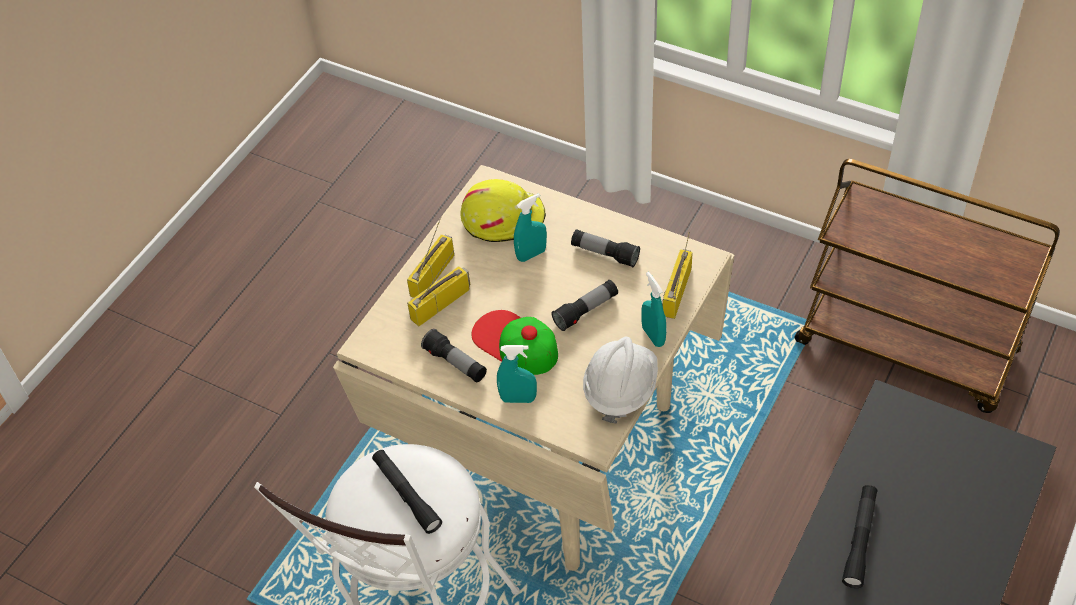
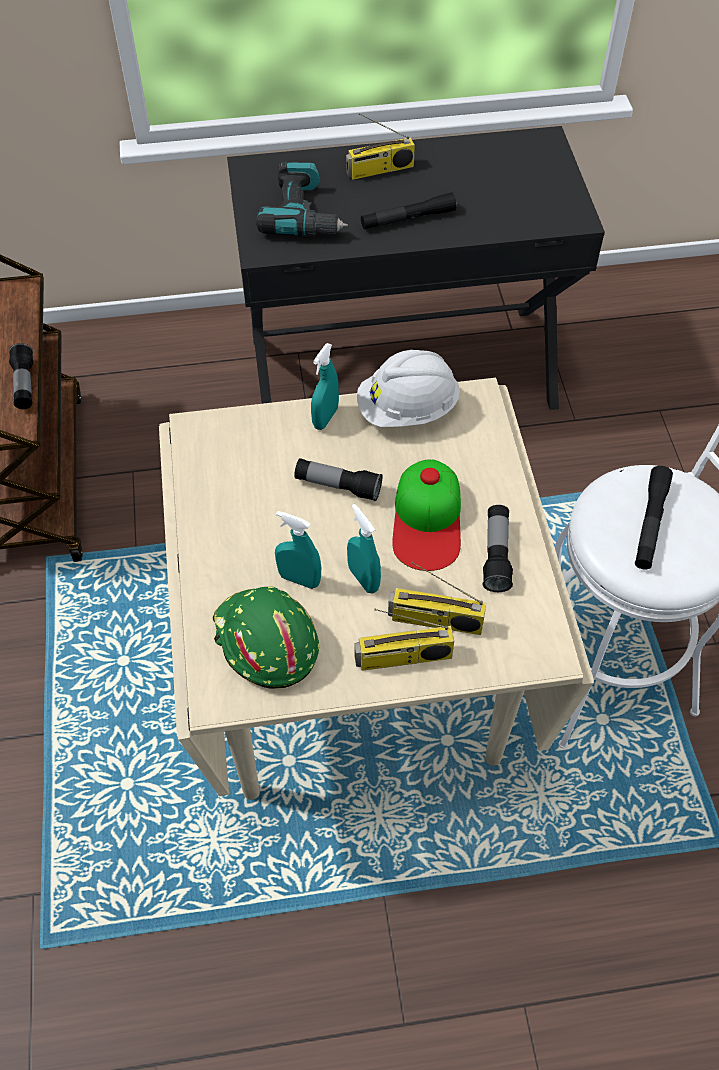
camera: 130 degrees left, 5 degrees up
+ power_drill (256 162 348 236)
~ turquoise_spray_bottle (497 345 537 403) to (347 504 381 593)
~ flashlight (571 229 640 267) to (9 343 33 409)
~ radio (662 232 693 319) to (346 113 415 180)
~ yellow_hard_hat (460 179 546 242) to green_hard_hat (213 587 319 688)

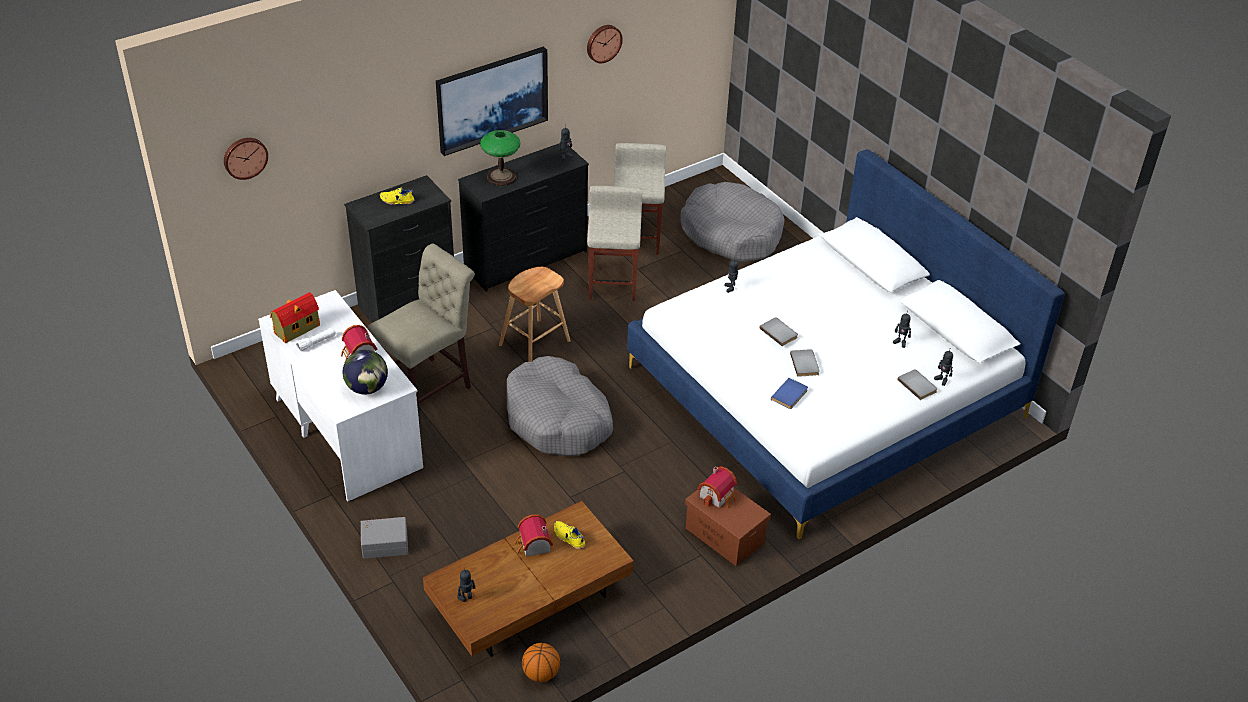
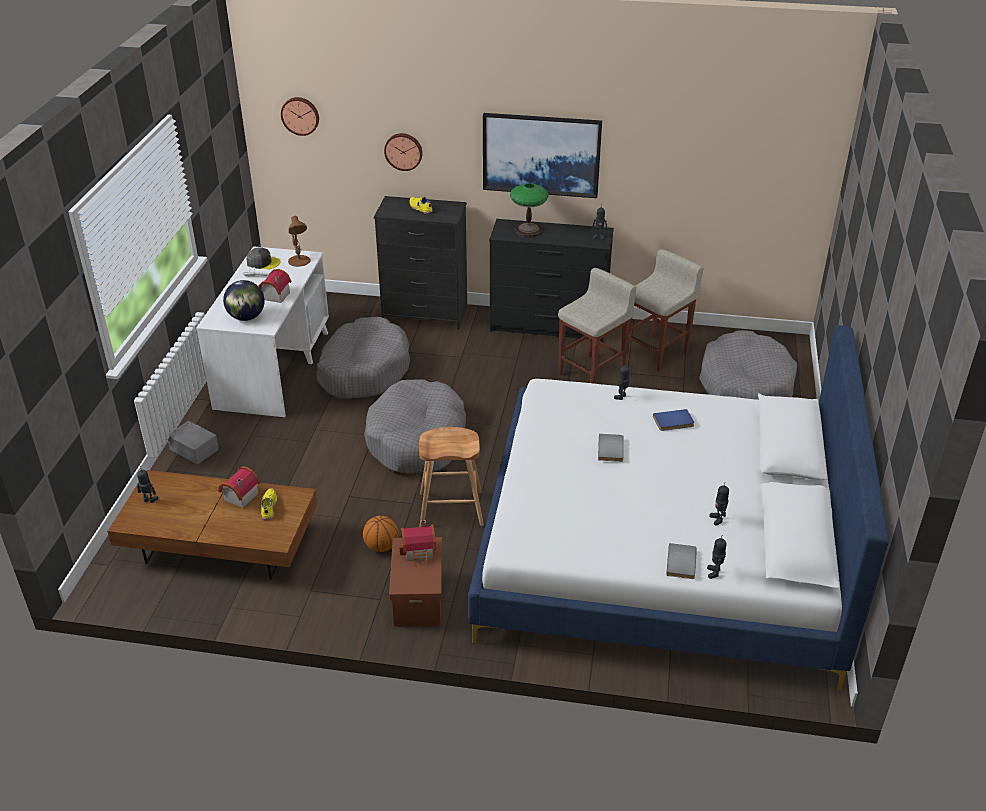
camera: 45 degrees right, 5 degrees down
- grey_book (790 349 820 377)
+ brown_table_lamp (288 216 311 267)
~ brown_stool (499 267 571 362) to (419 427 484 527)
~ basketball (522 643 560 682) to (363 516 398 552)
~ wall_clock (587 25 623 63) to (384 133 423 171)
~ blue_book (771 378 808 409) to (653 409 694 431)
~ toy_house (270 292 320 343) to grey_cap (247 247 280 269)
~ beige_chair (367 244 475 417) to grey_dog_bed (316 317 410 399)

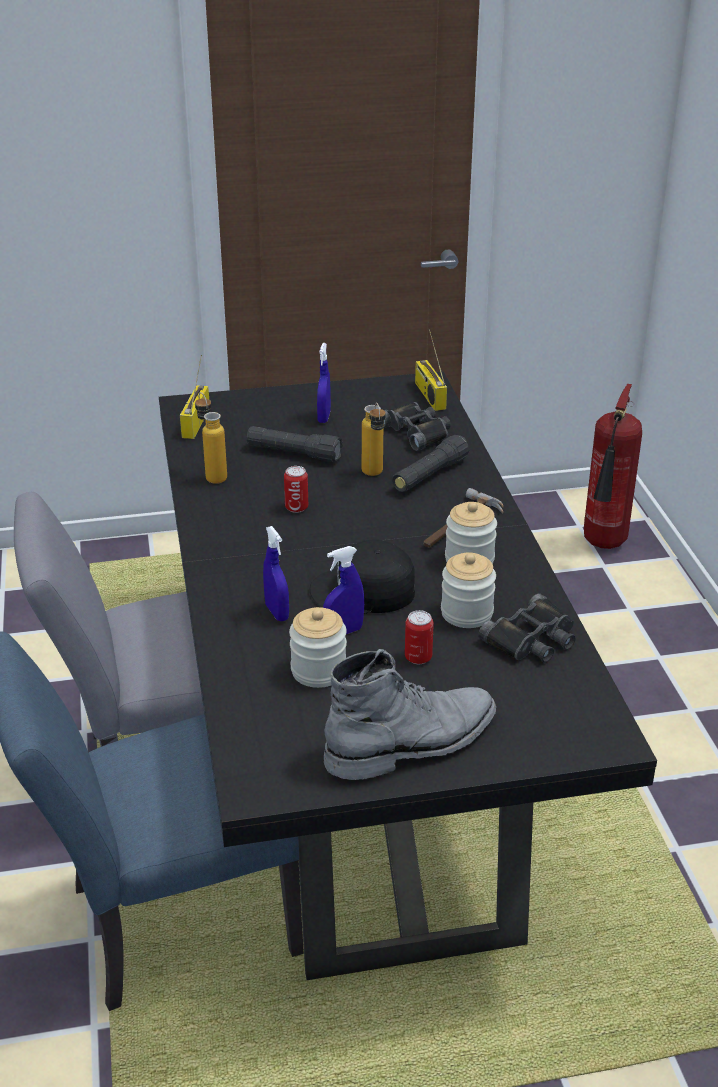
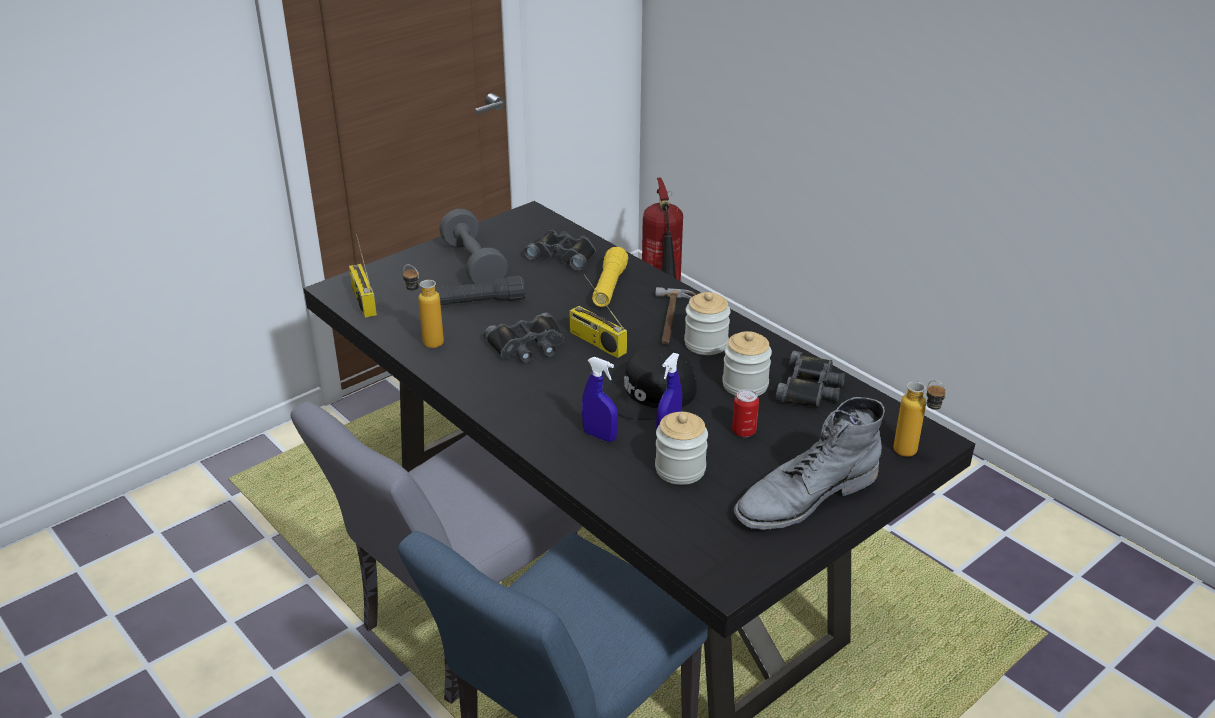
camera: 30 degrees left, 0 degrees up
~ bottle (362 402 386 476) to (893 380 946 457)
~ radio (415 329 447 411) to (569 275 627 358)
~ can (284 466 308 513) to black_binoculars (484 312 564 363)
~ blue_spray_bottle (317 343 331 423) to grey_dumbbell (439 209 508 284)
~ black_flashlight (392 435 470 492) to yellow_flashlight (592 247 629 307)
~ grey_boot (324 649 496 780) = (734 397 885 530) 150 degrees counterclockwise

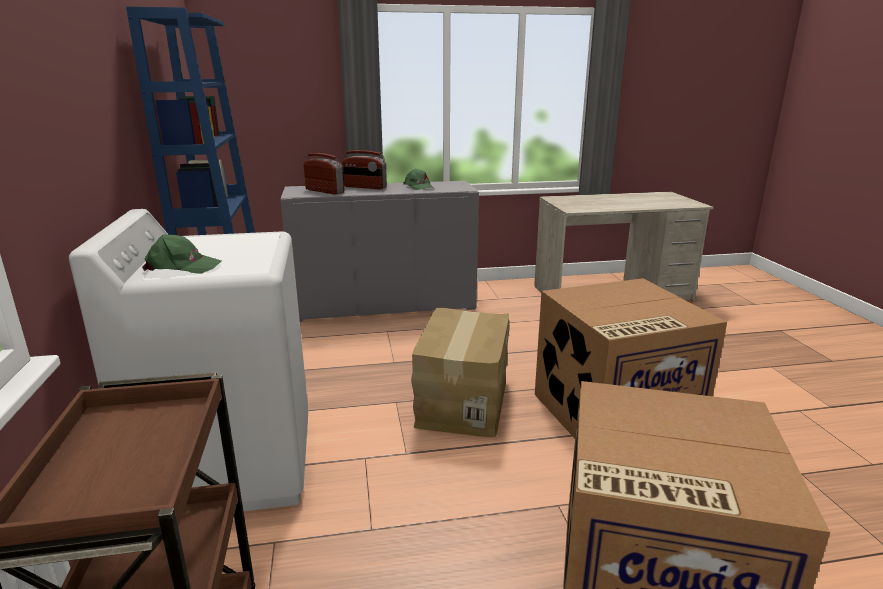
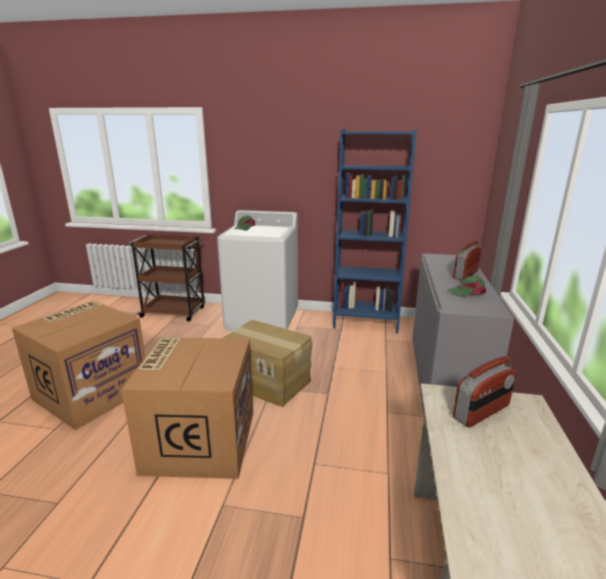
camera: 110 degrees right, 0 degrees up
~ radio (304 153 344 195) to (453 356 516 427)

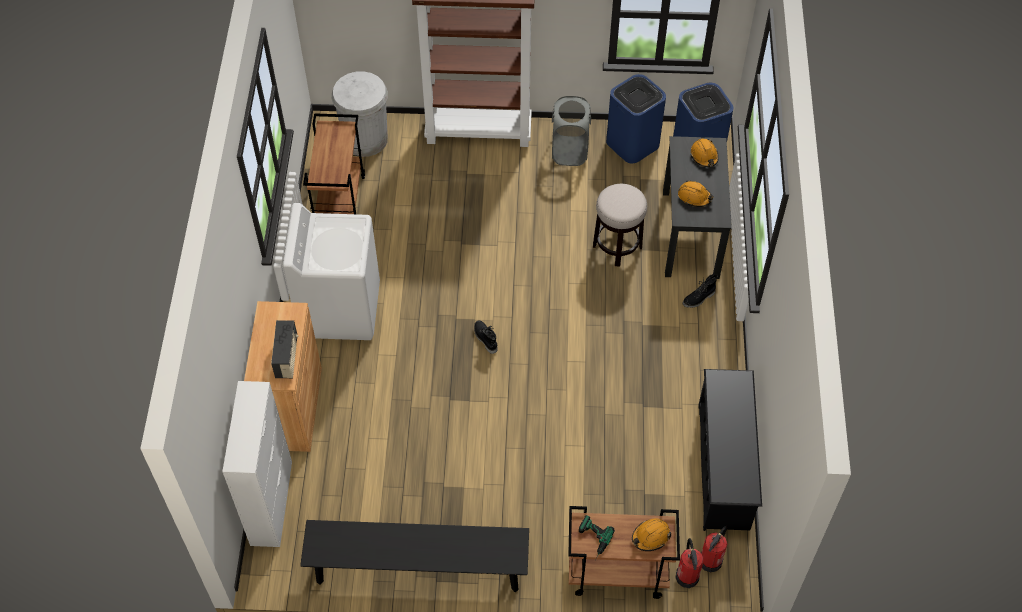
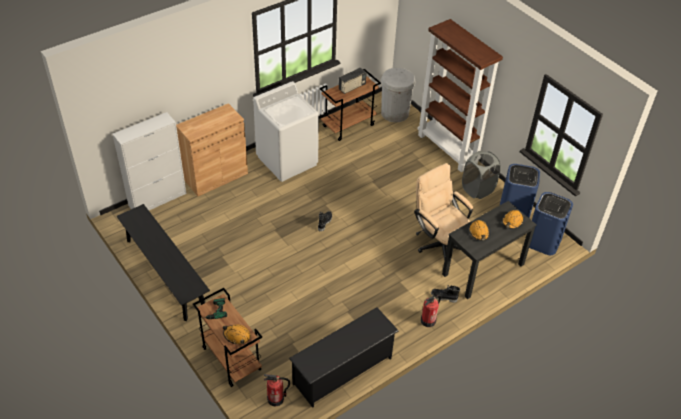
camera: 50 degrees right, 10 degrees down
~ radio (271 320 299 378) to (339 68 367 94)
~ fire_extinguisher (675 538 704 588) to (421 295 441 327)
~ stool (593 184 647 267) to beige_office_chair (414 163 473 260)

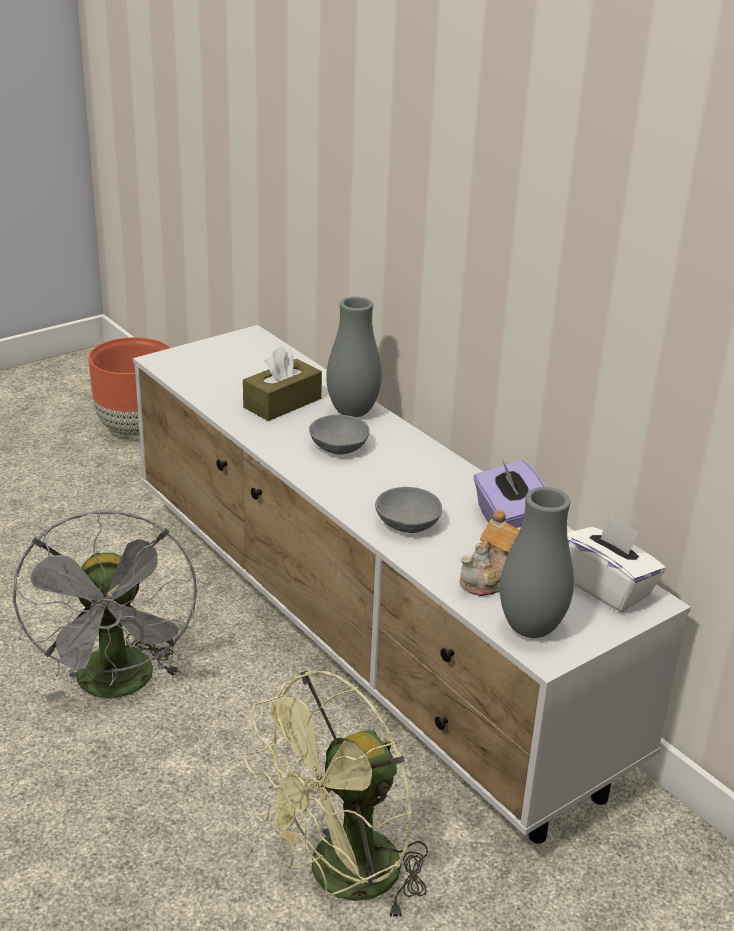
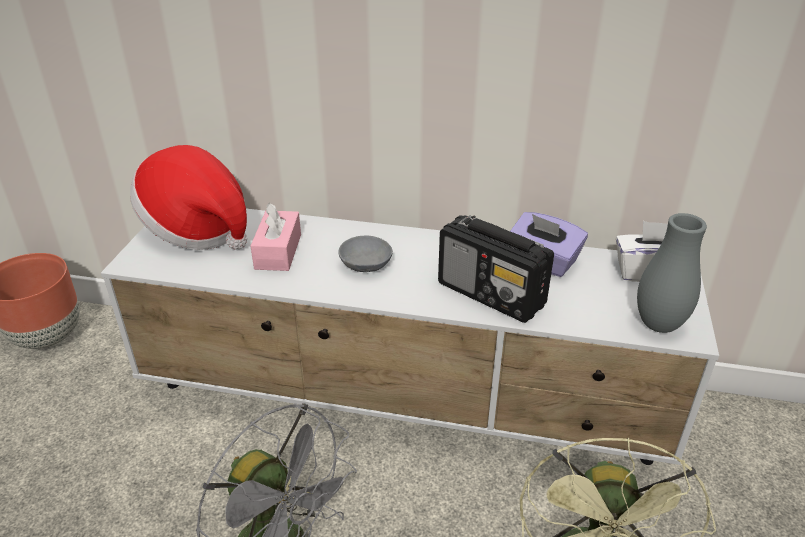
camera: 40 degrees left, 5 degrees up
- grey_vase (326 297 382 417)
- teapot (460 510 521 596)
+ hat (130 145 247 250)
~ grey_bowl (375 487 442 533) to radio (438 215 554 323)
~ brown_tissue_box (243 346 322 421) to pink_tissue_box (251 203 301 271)

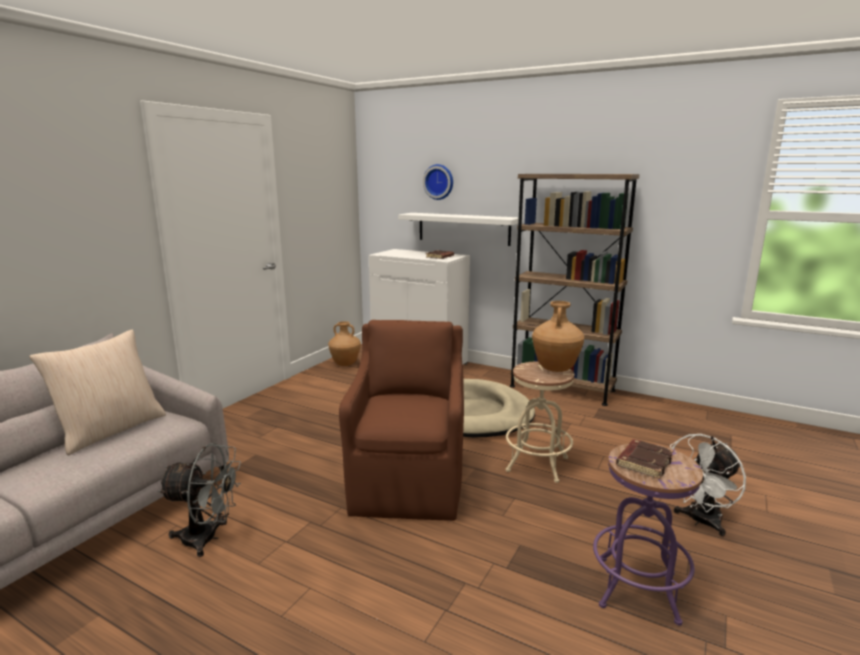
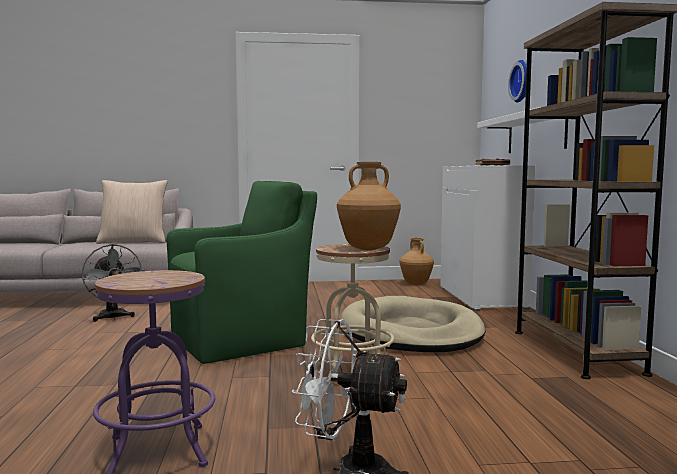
camera: 55 degrees right, 10 degrees down
- brown_book (616 439 674 479)
~ brown_armchair (339 320 464 521) to green_armchair (167 181 317 364)

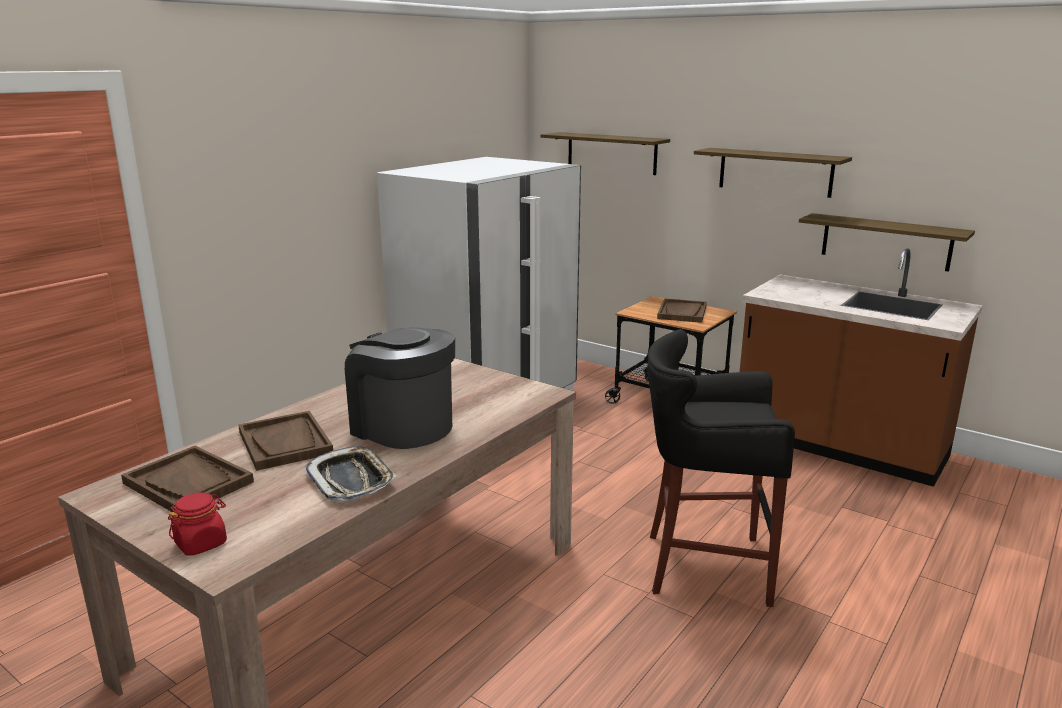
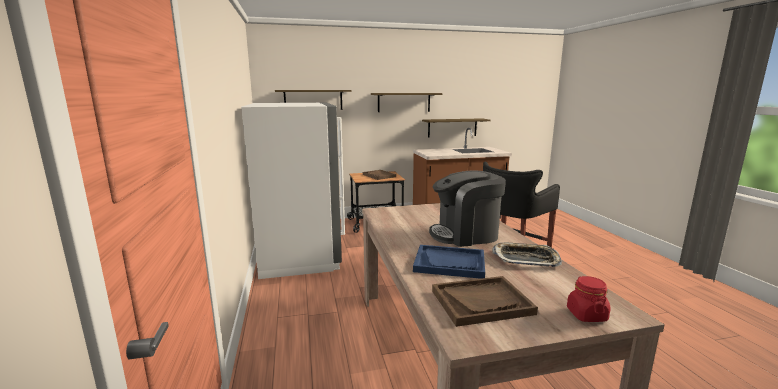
camera: 50 degrees left, 5 degrees down
~ brown_tray (238 411 333 471) to blue_tray (413 245 485 279)

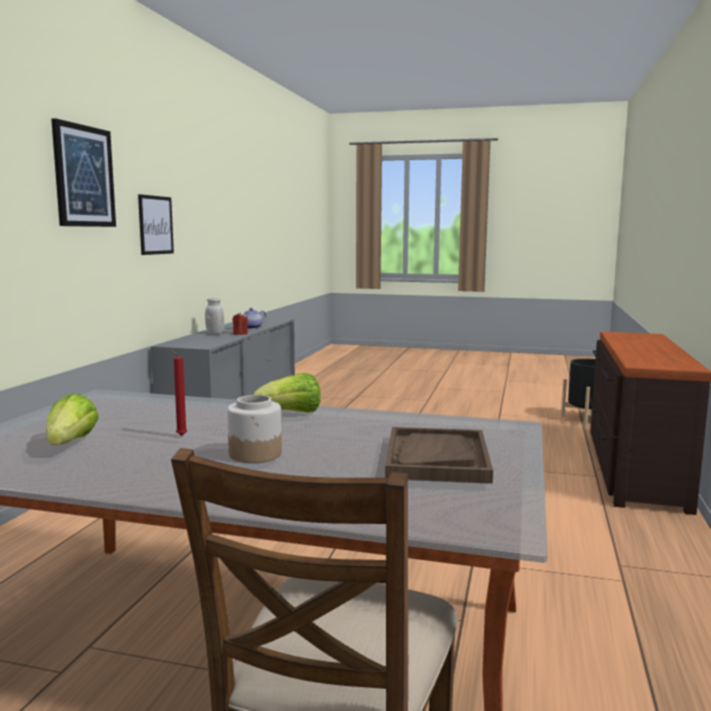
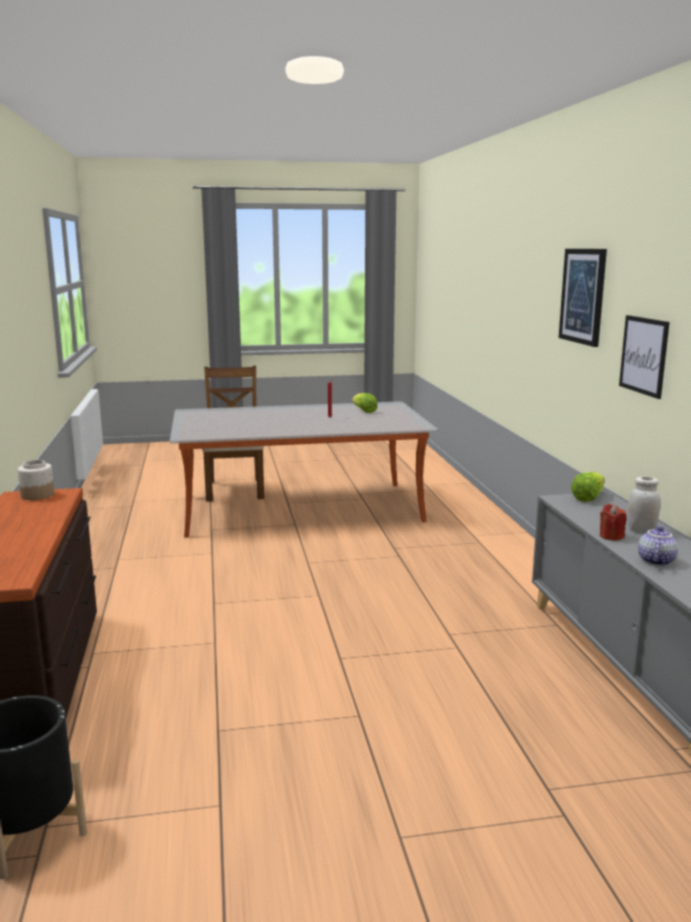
camera: 155 degrees right, 5 degrees up
- brown_tray (385 427 493 483)
~ jar (227 395 282 463) to (18 460 54 500)
~ lettuce (252 373 321 413) to (571 472 605 502)

